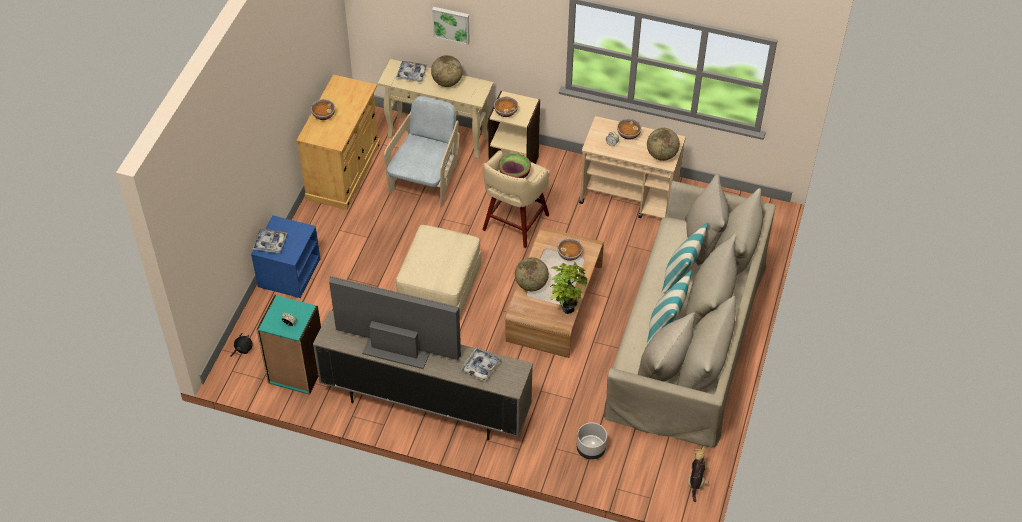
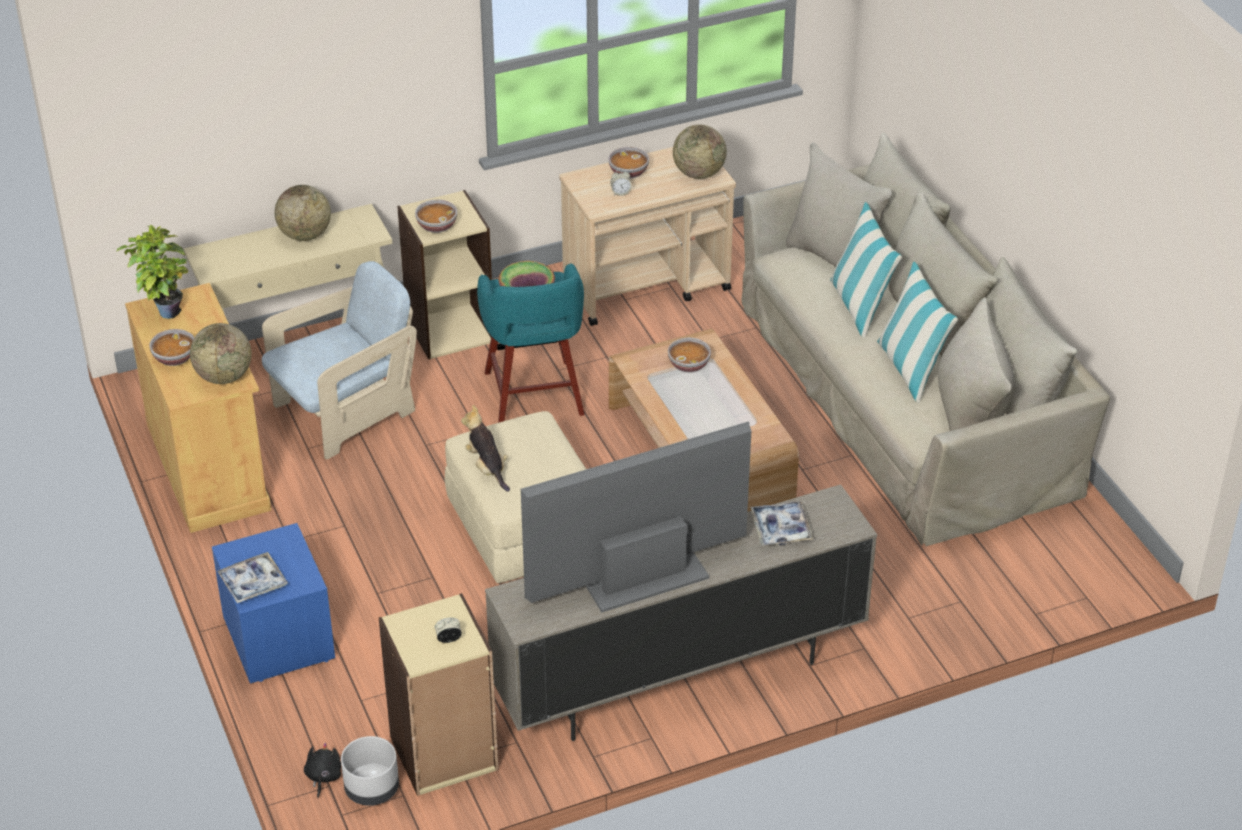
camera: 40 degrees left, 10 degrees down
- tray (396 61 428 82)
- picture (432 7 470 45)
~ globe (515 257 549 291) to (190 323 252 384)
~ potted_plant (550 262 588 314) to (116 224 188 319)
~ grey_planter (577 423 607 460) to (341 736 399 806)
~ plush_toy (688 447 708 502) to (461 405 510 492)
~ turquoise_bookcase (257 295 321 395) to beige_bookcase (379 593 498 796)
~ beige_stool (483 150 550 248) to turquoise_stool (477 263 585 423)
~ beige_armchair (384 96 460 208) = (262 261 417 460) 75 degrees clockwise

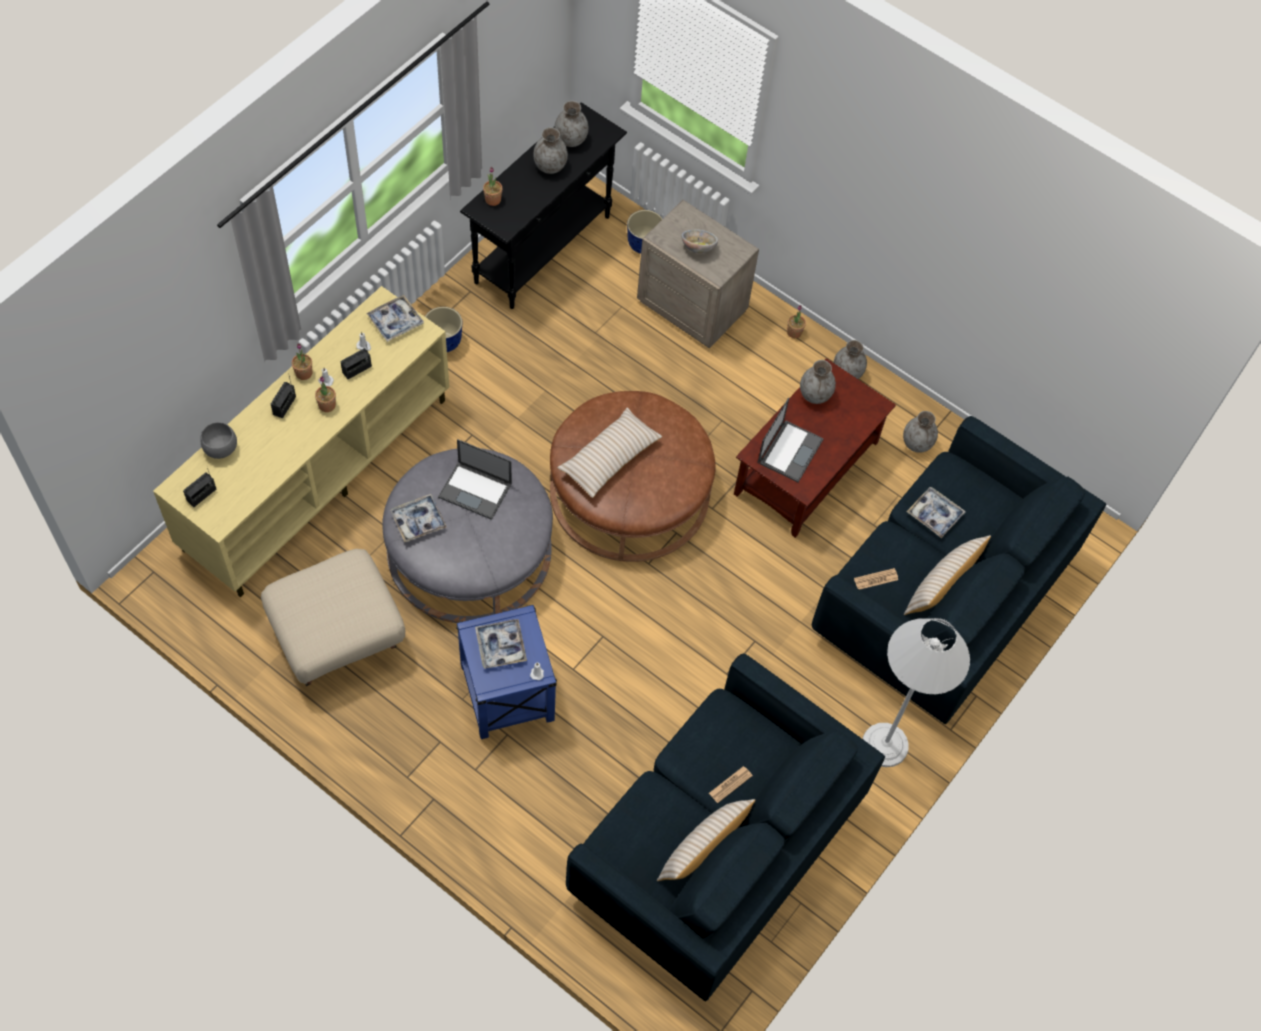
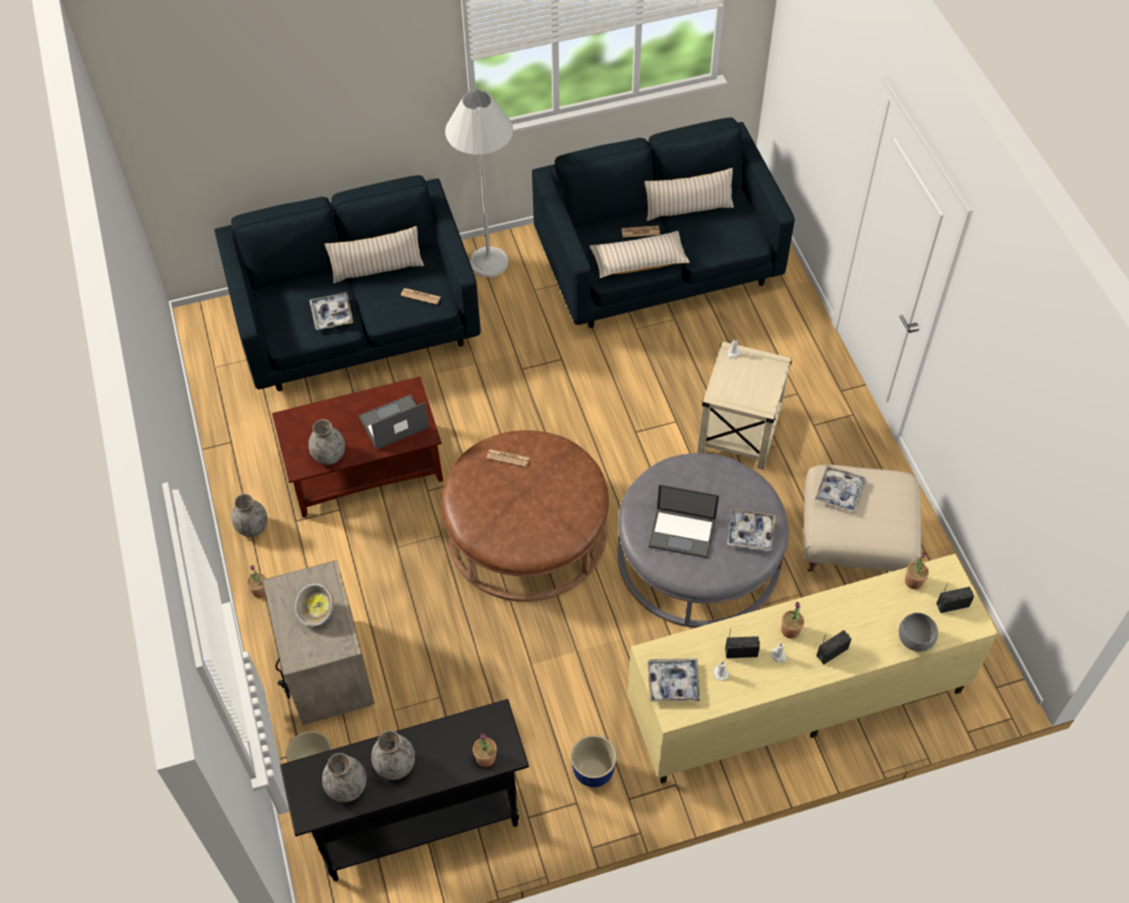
camera: 140 degrees left, 5 degrees down
- grey_vase (903 411 938 453)
+ newspaper (486 449 529 467)
~ potted_plant (292 344 312 380) to (905 552 929 589)
~ tray (475 619 527 669) to (815 465 866 512)
~ beige_pillow (557 407 662 498) to (589 231 690 278)
~ blue_side_table (456 605 557 739) to beige_side_table (697 341 792 470)
~ laptop (438 439 512 520) = (648 484 719 558) 135 degrees clockwise

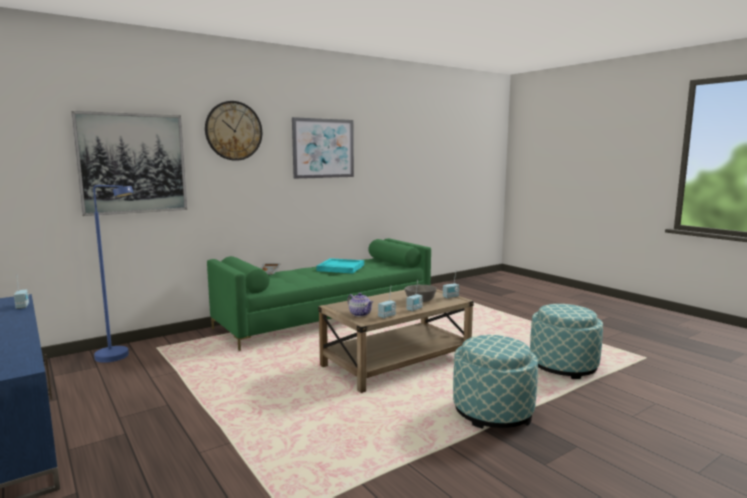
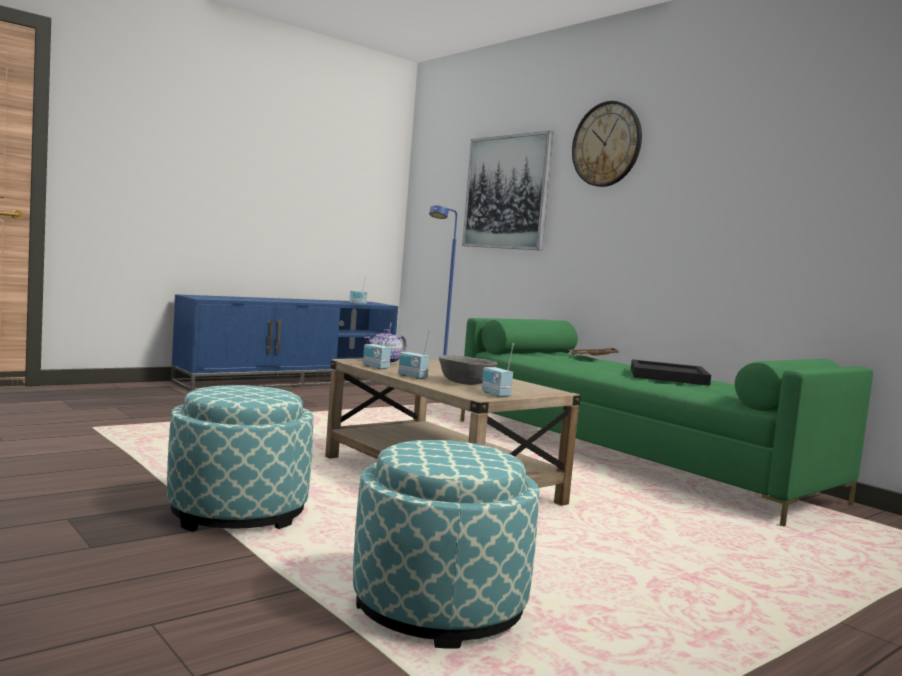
camera: 85 degrees right, 5 degrees down
- picture (292 117 354 179)
~ turquoise_tray (316 258 364 273) to black_tray (631 359 711 386)

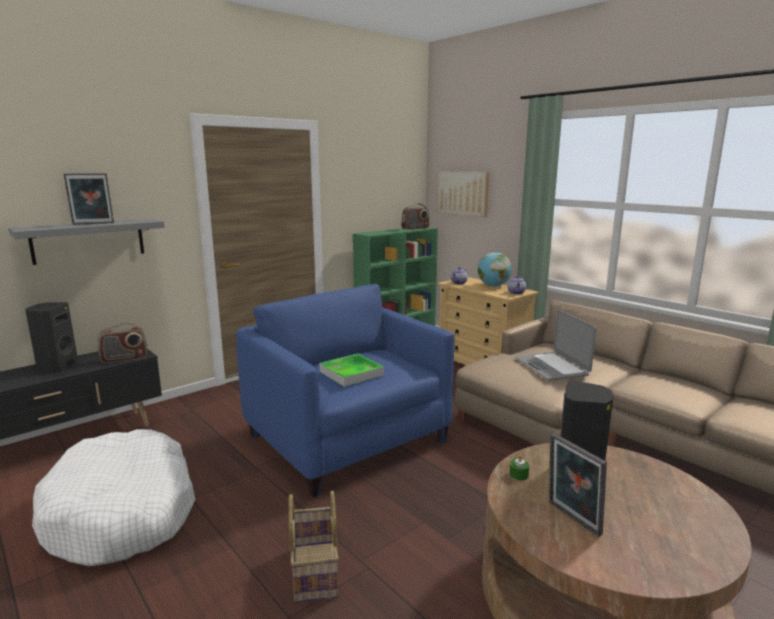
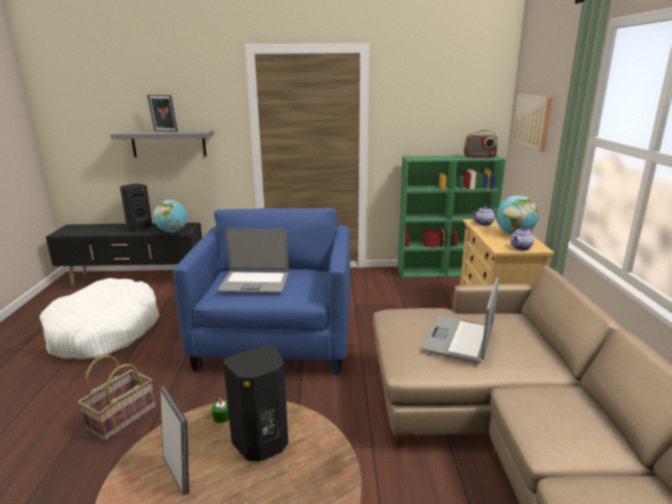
camera: 40 degrees right, 5 degrees up
~ radio (98 323 148 363) to globe (153 200 188 233)
~ tray (319 353 384 387) to laptop (218 229 289 292)
~ picture_frame (549 433 607 537) = (160 386 189 496) 135 degrees clockwise

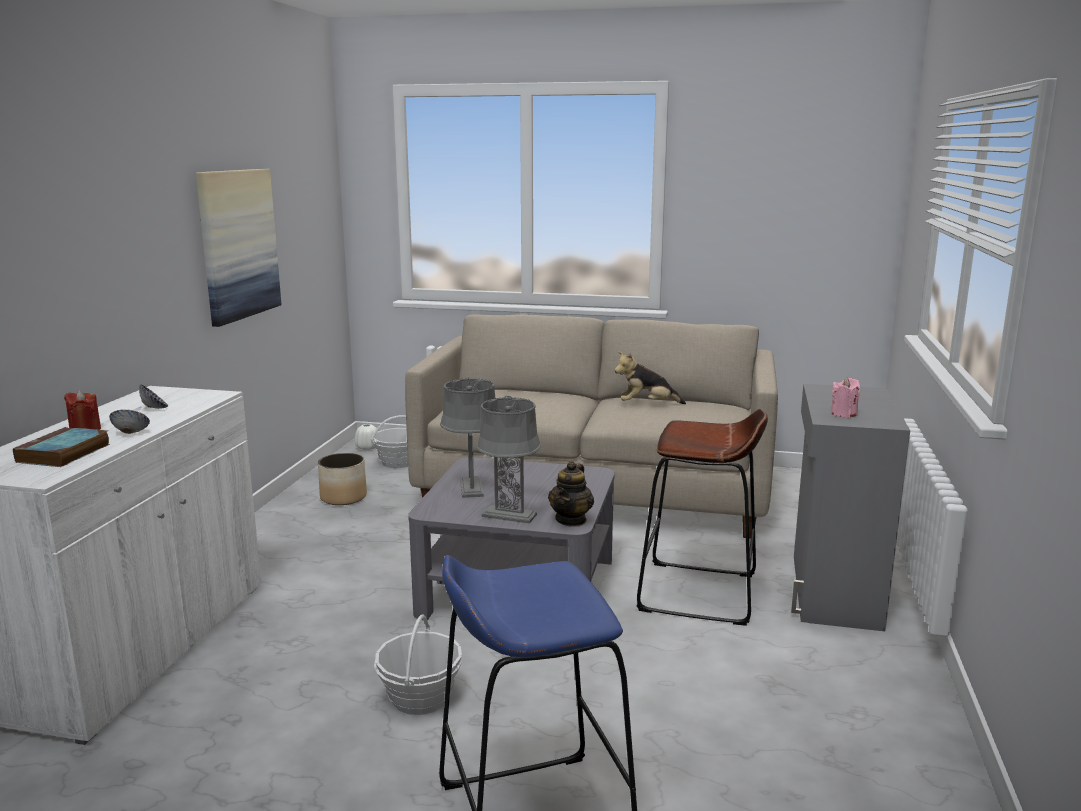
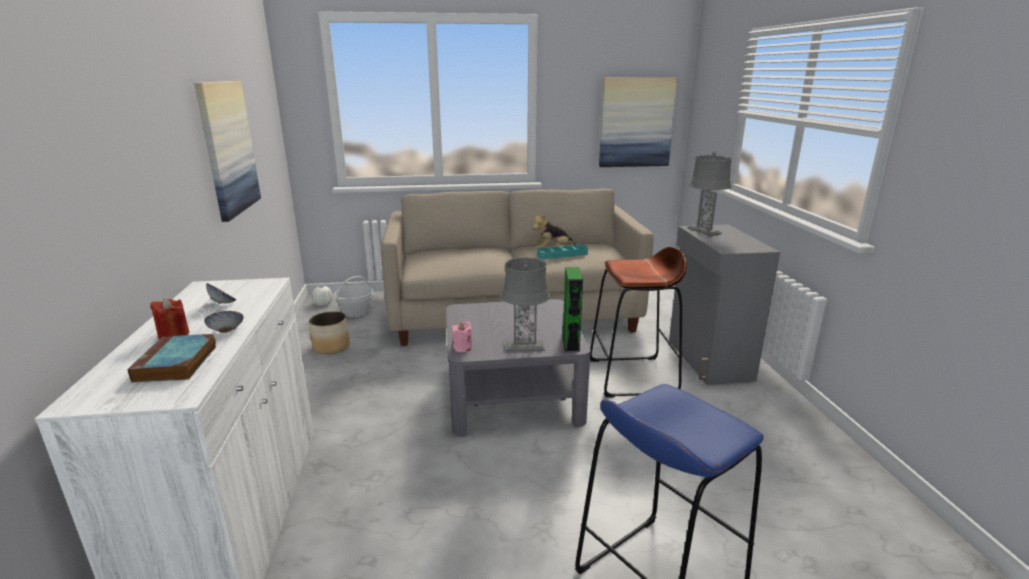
camera: 20 degrees left, 5 degrees up
- basket (374 614 462 715)
+ turquoise_tray (537 244 588 259)
+ picture (599 77 677 167)
~ grey_table_lamp (440 378 495 498) to (687 152 732 236)
~ pink_candle (831 377 860 418) to (452 321 472 352)
~ teapot (548 461 594 527) to green_speaker (562 267 583 352)

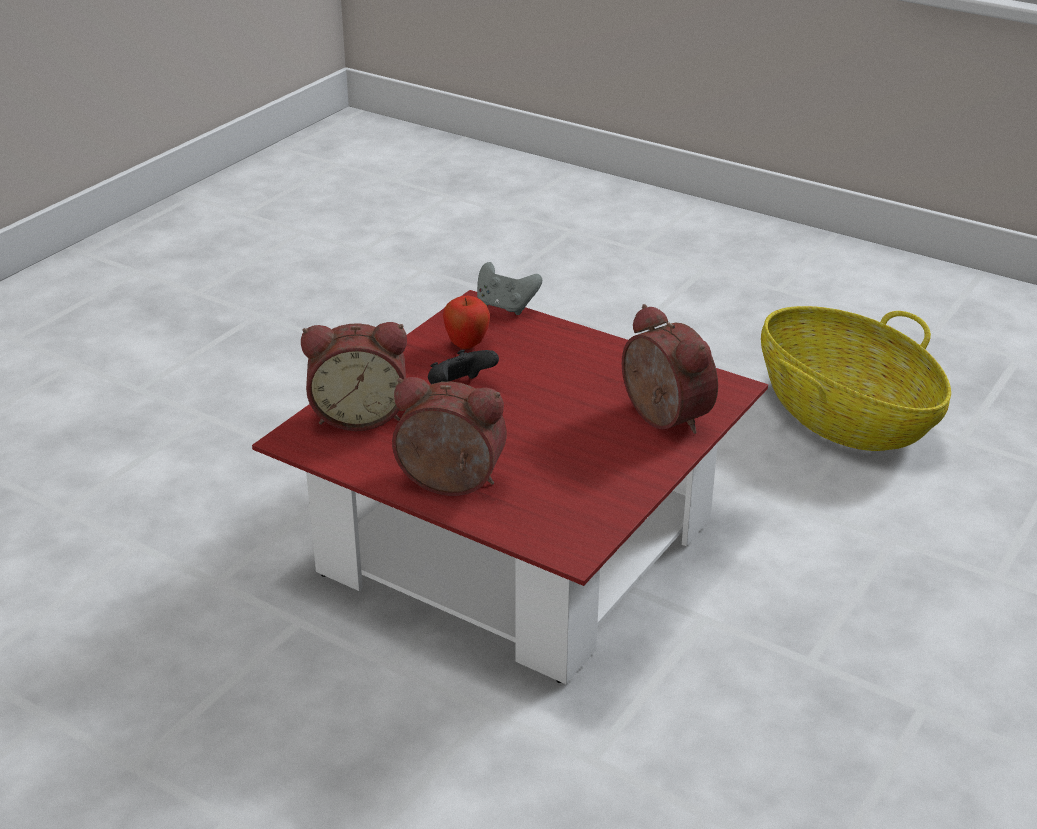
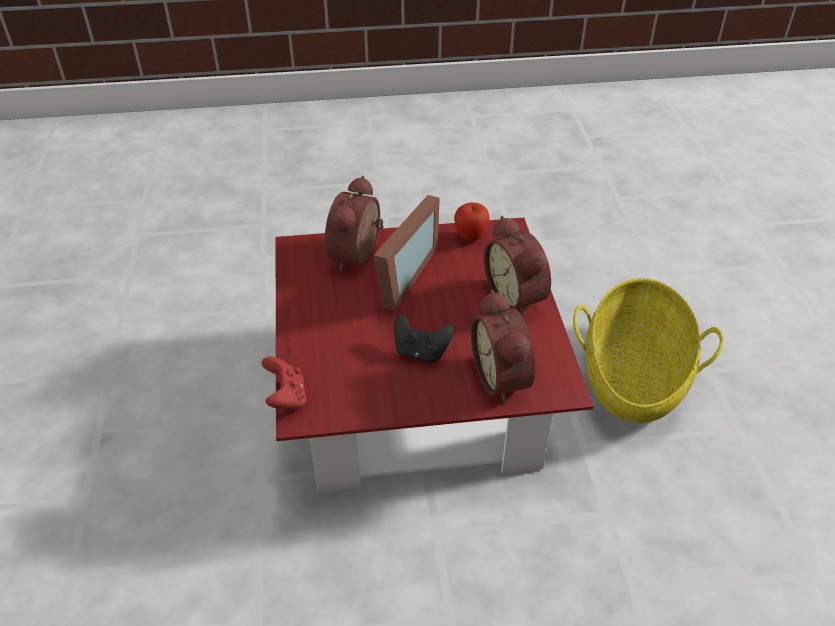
camera: 130 degrees left, 10 degrees up
+ picture_frame (374 195 440 311)
~ apple (443 296 490 349) to (454 202 489 241)
~ basket (761 306 951 451) to (573 278 723 423)
~ grey_game_controller (477 262 542 315) to red_game_controller (261 356 307 411)
~ alarm_clock (301 322 407 431) = (471 290 535 404) 150 degrees counterclockwise

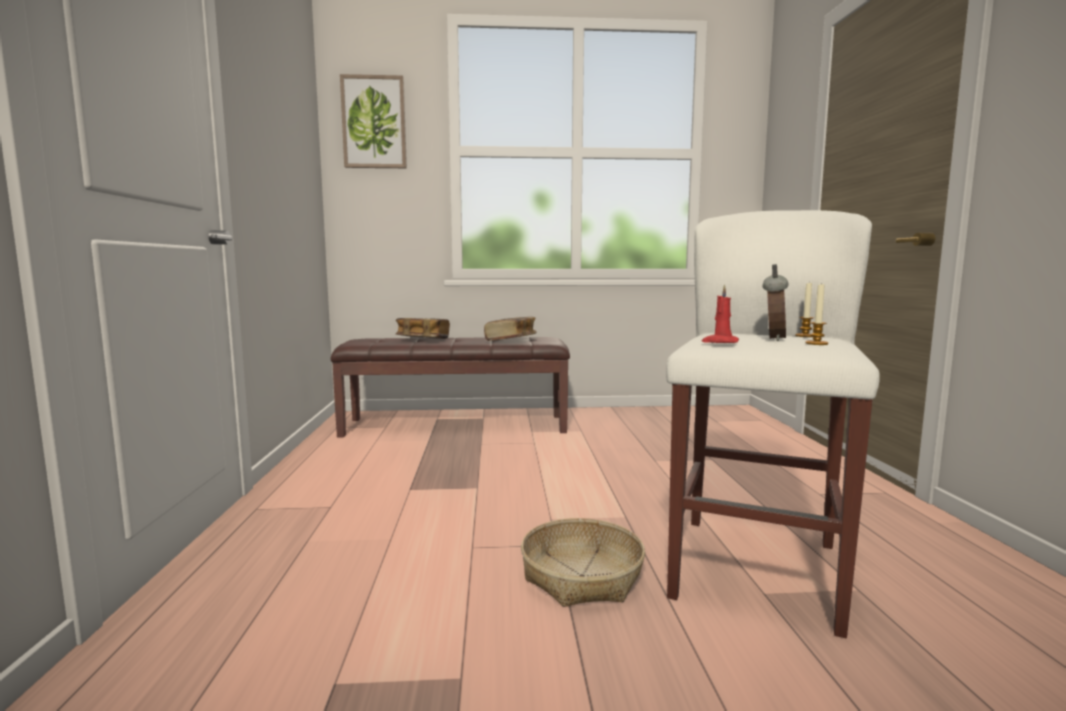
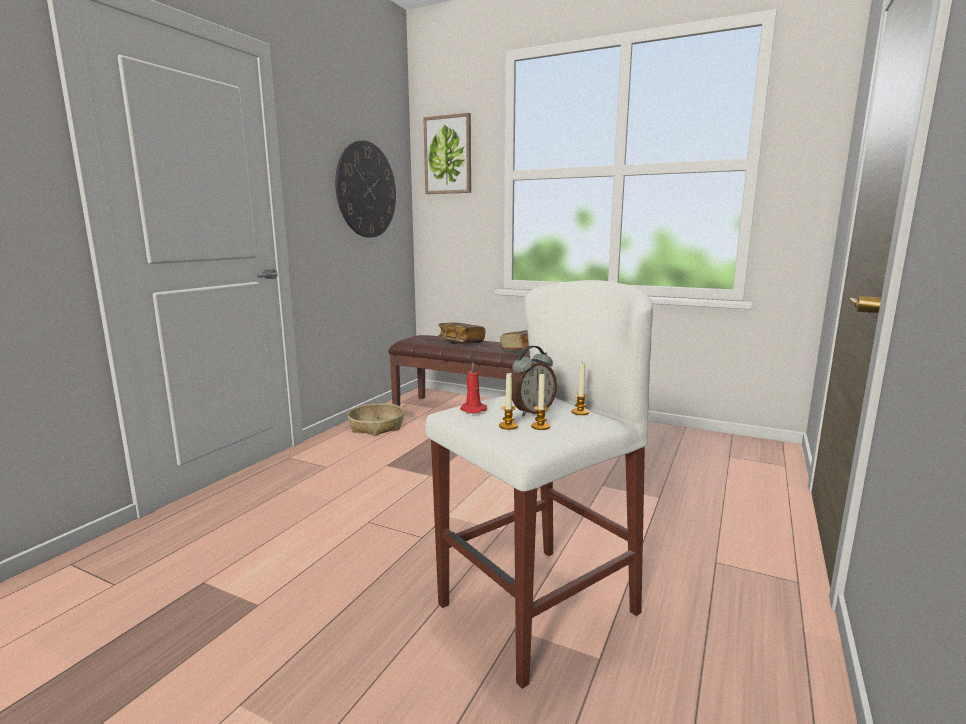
camera: 30 degrees right, 5 degrees up
+ wall_clock (335 141 396 238)
+ candle (499 373 518 430)
~ basket (521 518 645 607) to (347 403 405 436)

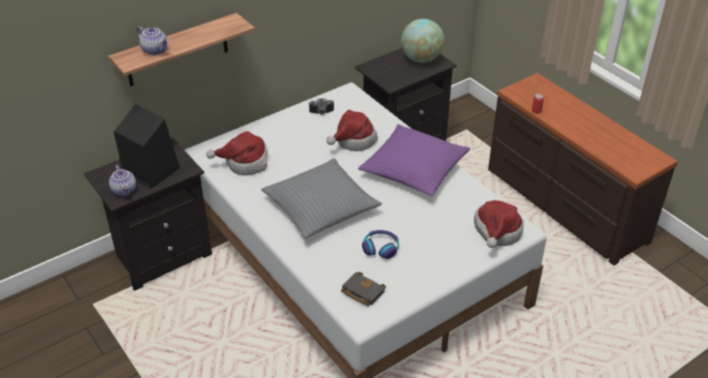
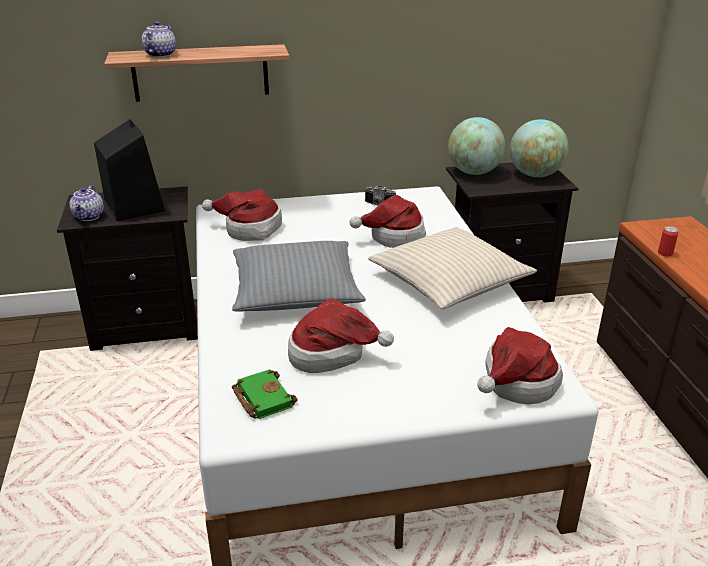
camera: 25 degrees right, 10 degrees down
+ globe (448 117 505 175)
~ headphones (362 230 399 259) to hat (288 298 394 373)
~ black_book (341 272 386 306) to green_book (232 369 298 419)
~ purple_pillow (358 124 470 196) to beige_pillow (368 227 537 309)
~ teapot (136 26 168 55) = (142 21 176 57) 135 degrees counterclockwise

